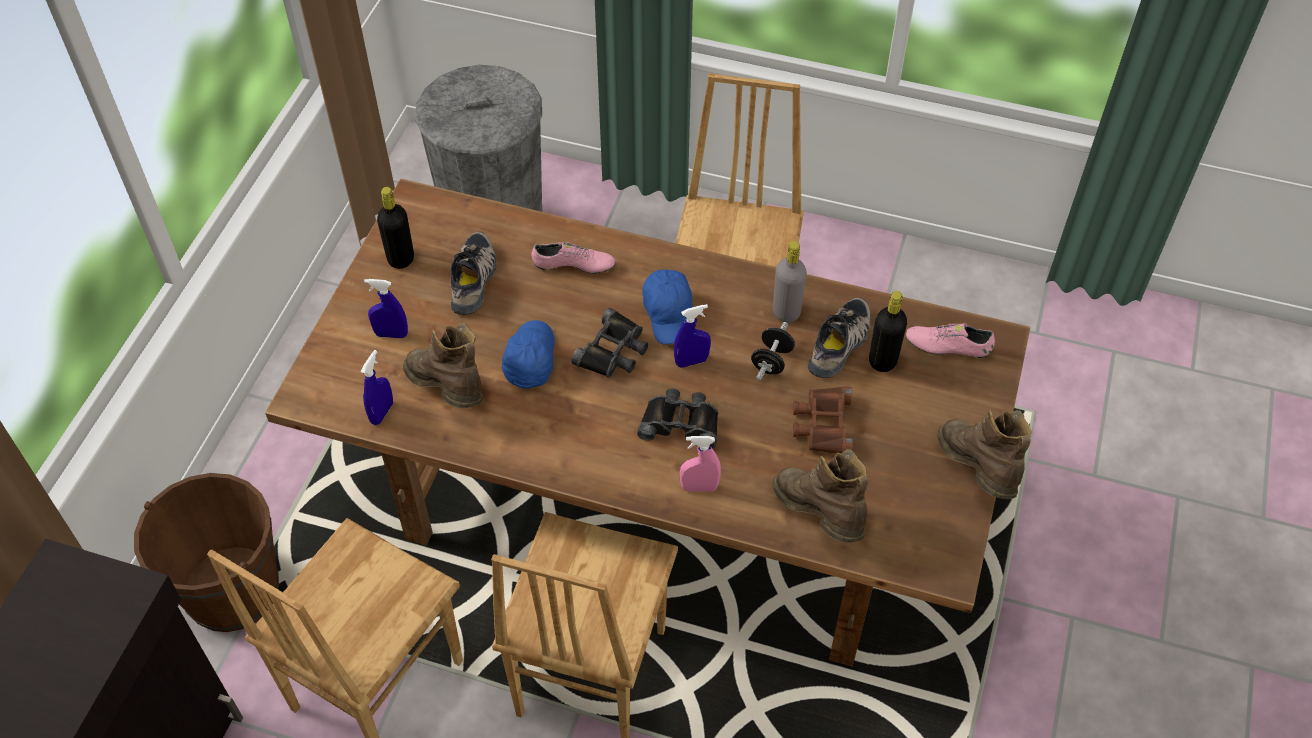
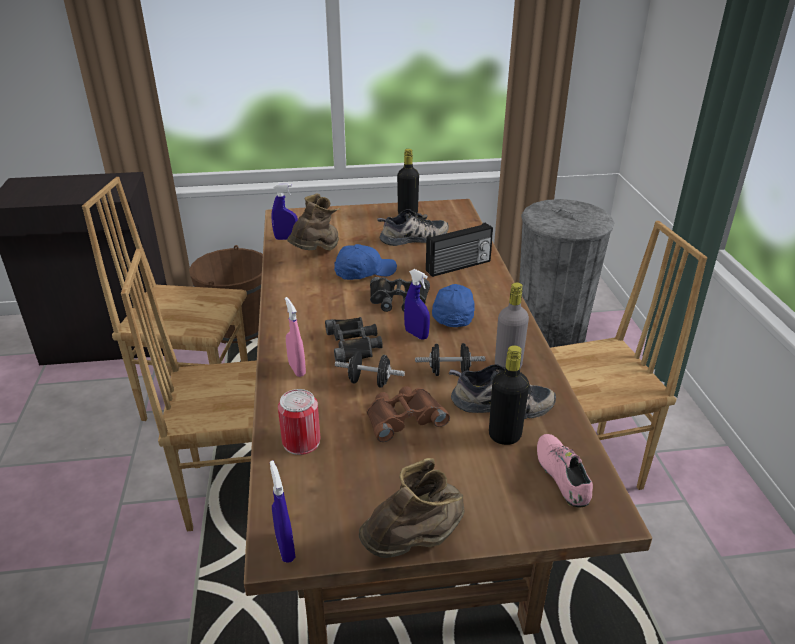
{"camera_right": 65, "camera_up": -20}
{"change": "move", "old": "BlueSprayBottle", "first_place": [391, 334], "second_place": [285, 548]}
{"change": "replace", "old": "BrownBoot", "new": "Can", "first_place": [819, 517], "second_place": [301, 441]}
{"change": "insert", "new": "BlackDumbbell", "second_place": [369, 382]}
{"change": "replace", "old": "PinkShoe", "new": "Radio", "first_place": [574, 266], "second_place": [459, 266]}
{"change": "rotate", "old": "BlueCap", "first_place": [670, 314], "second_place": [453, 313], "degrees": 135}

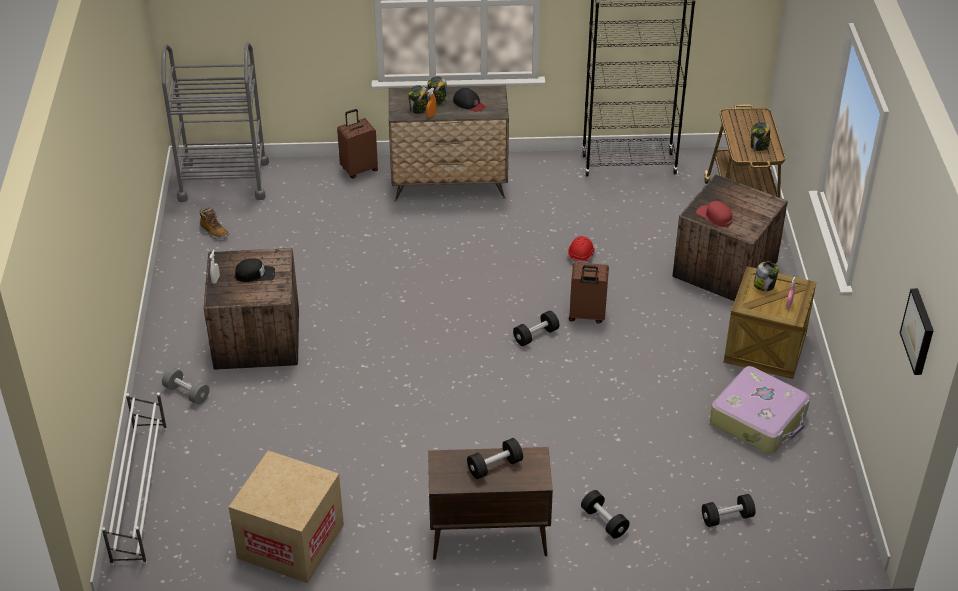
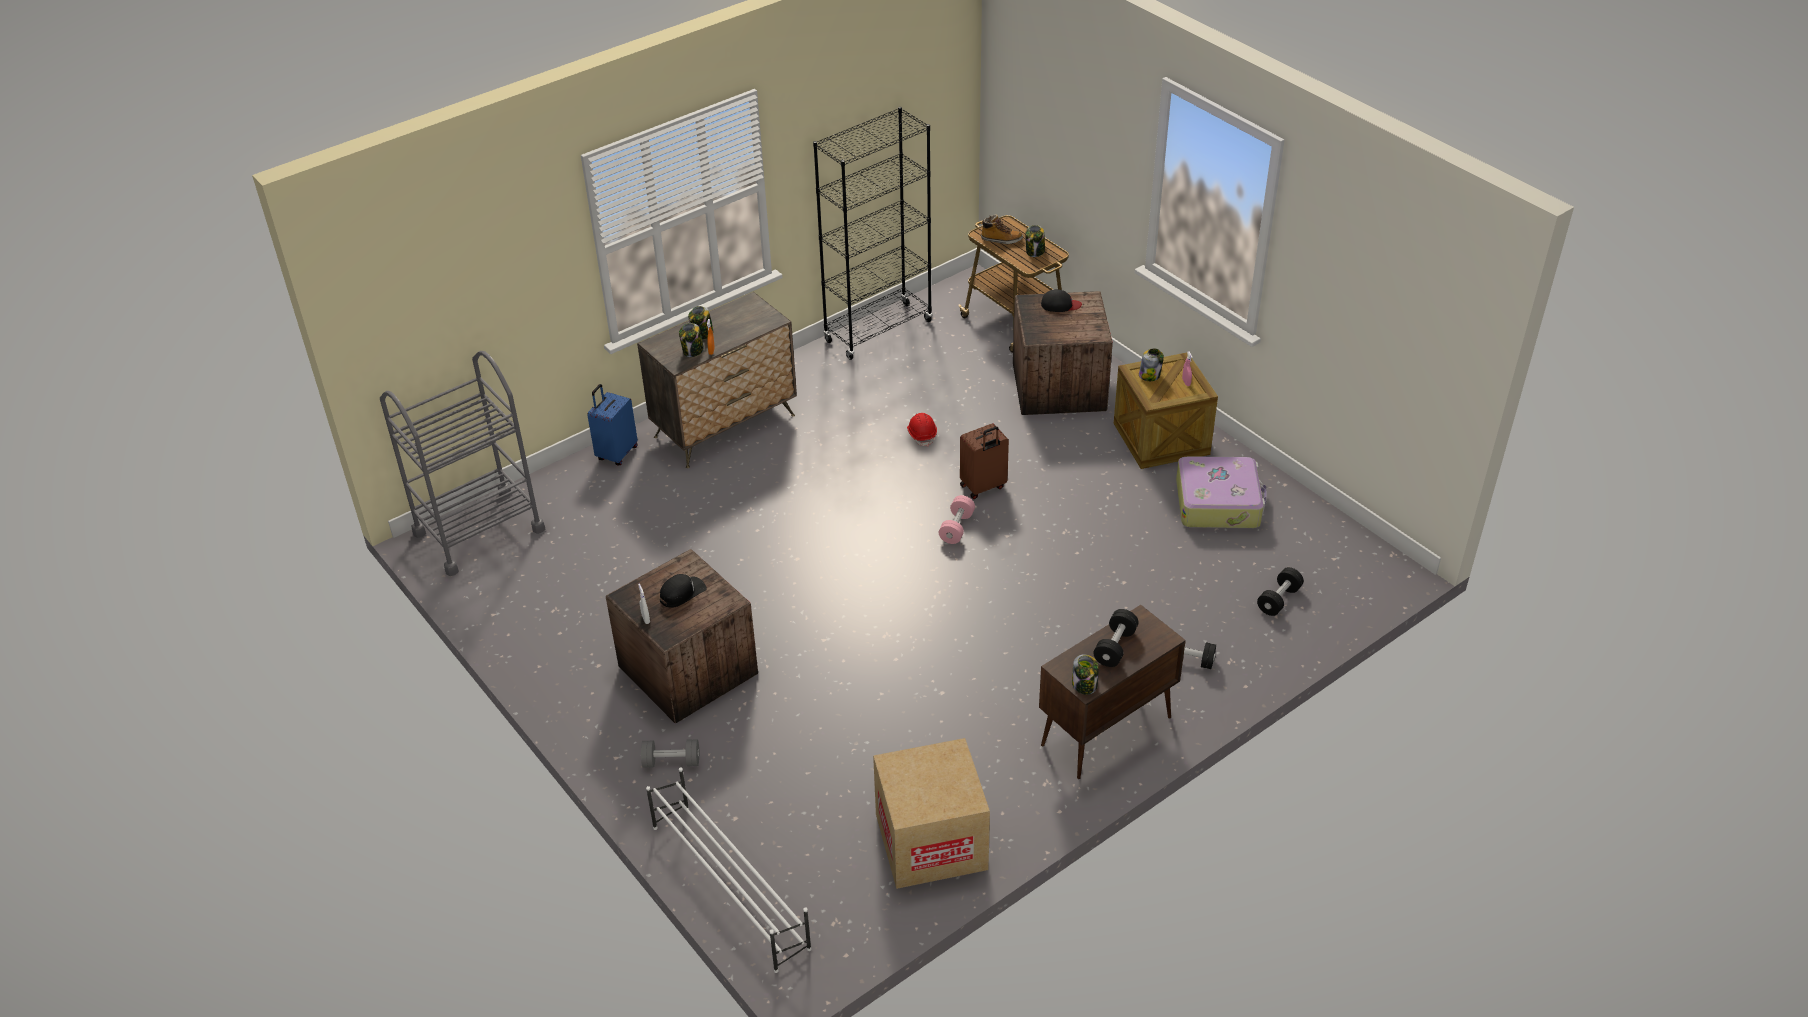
{"camera_right": -35, "camera_up": 0}
{"change": "recolor", "old": "BrownSuitcase", "new": "BlueSuitcase", "first_place": [359, 169], "second_place": [616, 453]}
{"change": "recolor", "old": "BlackDumbbell", "new": "PinkDumbbell", "first_place": [536, 335], "second_place": [956, 528]}
{"change": "move", "old": "Boot", "first_place": [214, 231], "second_place": [1001, 240]}
{"change": "move", "old": "BlackCap", "first_place": [468, 103], "second_place": [1060, 304]}
{"change": "insert", "new": "Jar", "second_place": [1085, 685]}
{"change": "delete", "old": "RedCap", "first_place": [714, 216]}
{"change": "delete", "old": "Picture", "first_place": [919, 331]}

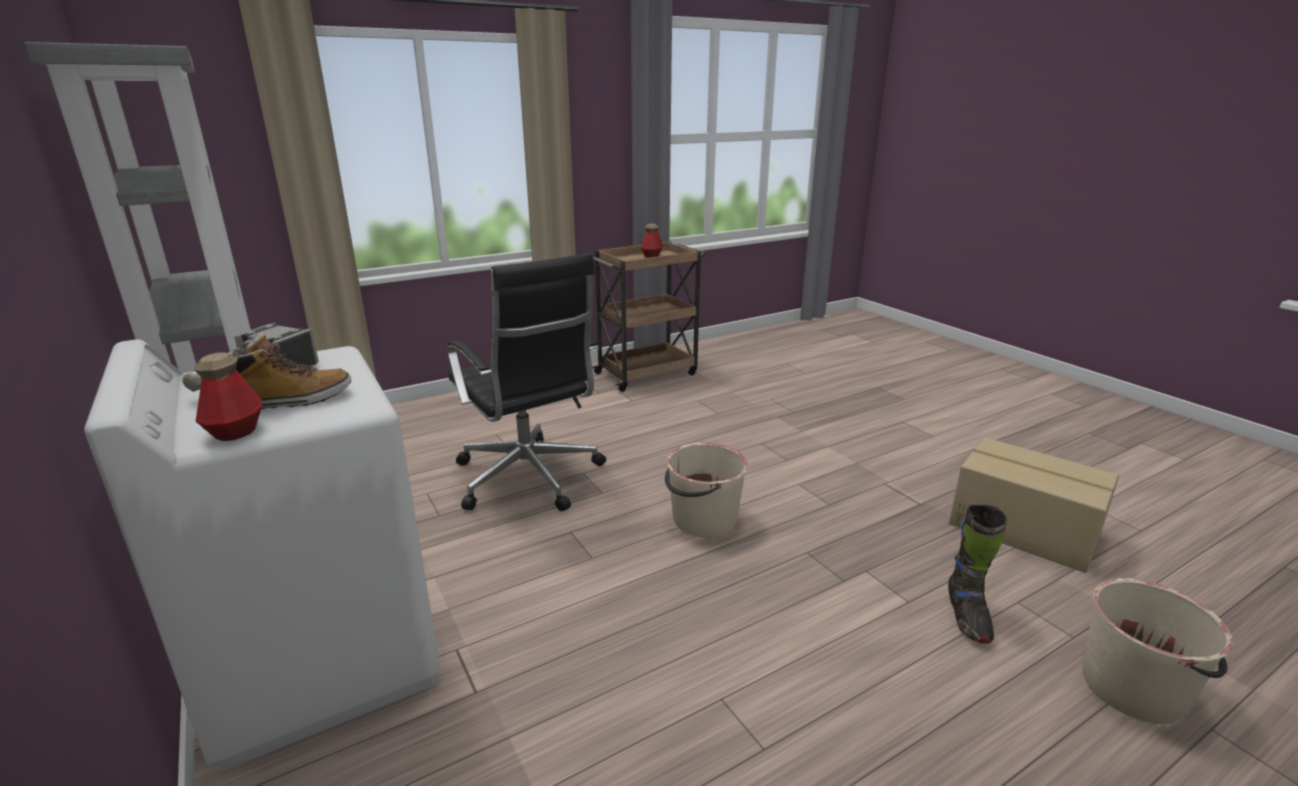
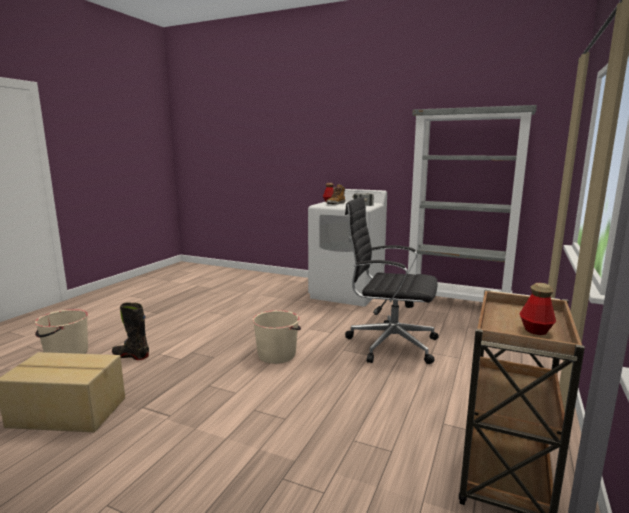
{"camera_right": 145, "camera_up": -10}
{"change": "rotate", "old": "BlackBoot", "first_place": [967, 617], "second_place": [131, 356], "degrees": -45}

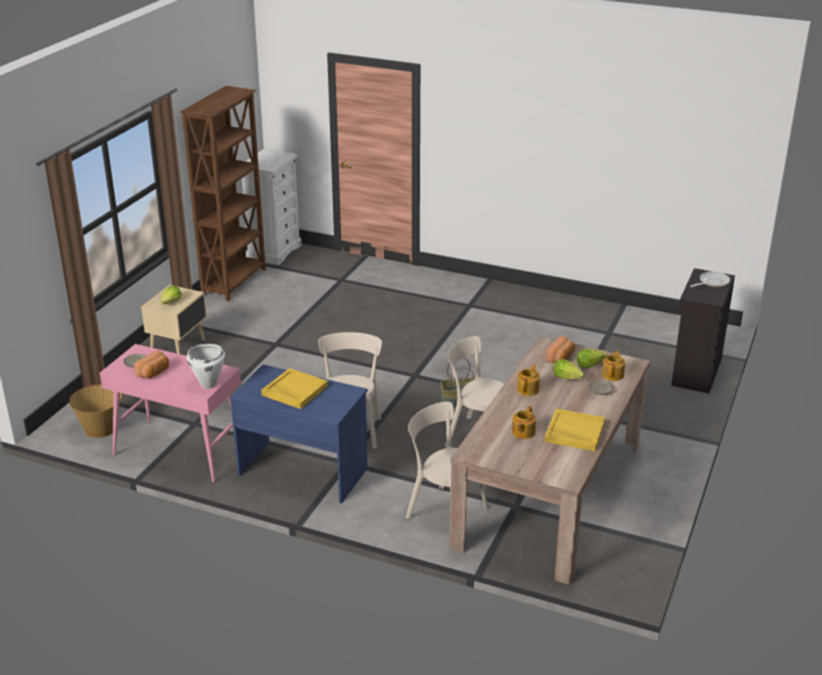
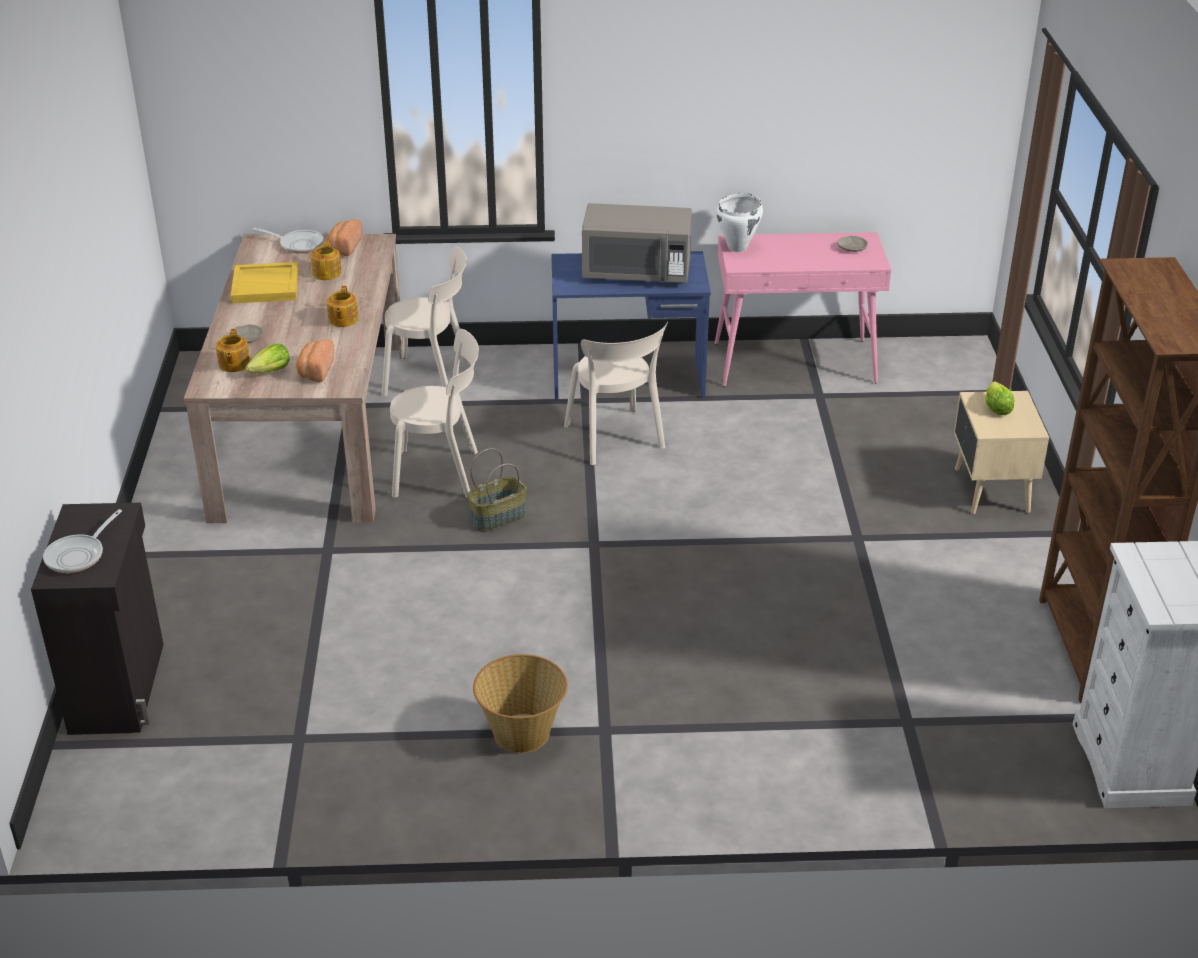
{"camera_right": 155, "camera_up": 5}
{"change": "insert", "new": "FryingPan", "second_place": [298, 244]}
{"change": "move", "old": "Bread", "first_place": [154, 373], "second_place": [344, 247]}
{"change": "move", "old": "Basket", "first_place": [101, 428], "second_place": [522, 734]}
{"change": "replace", "old": "YellowTray", "new": "GreyMicrowave", "first_place": [294, 391], "second_place": [636, 272]}
{"change": "delete", "old": "Lettuce", "first_place": [567, 377]}

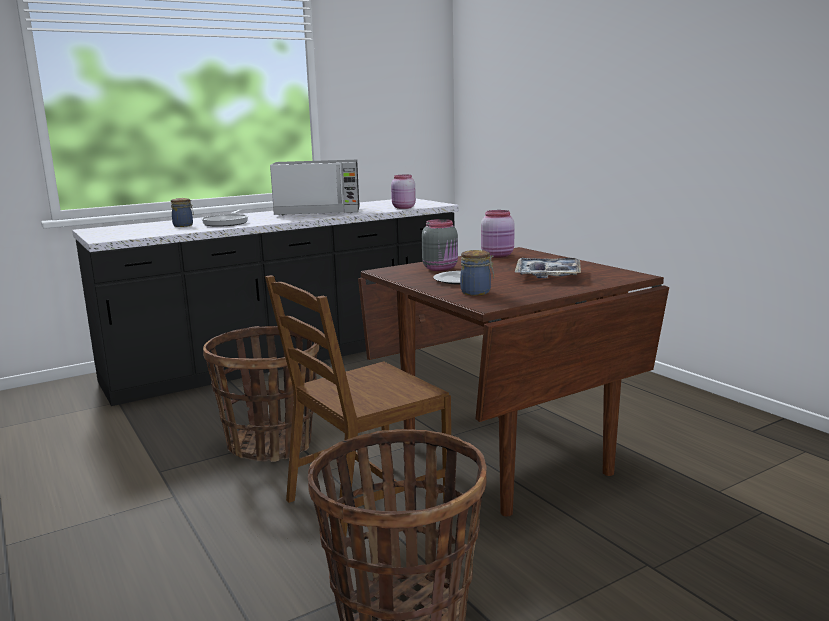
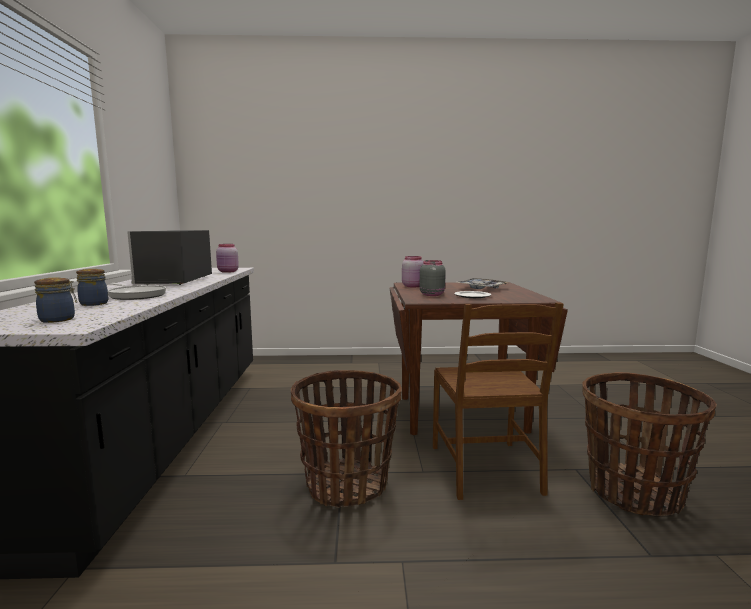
{"camera_right": -60, "camera_up": -5}
{"change": "move", "old": "Jar", "first_place": [477, 292], "second_place": [59, 319]}
{"change": "rotate", "old": "Microwave", "first_place": [318, 212], "second_place": [175, 280], "degrees": 150}

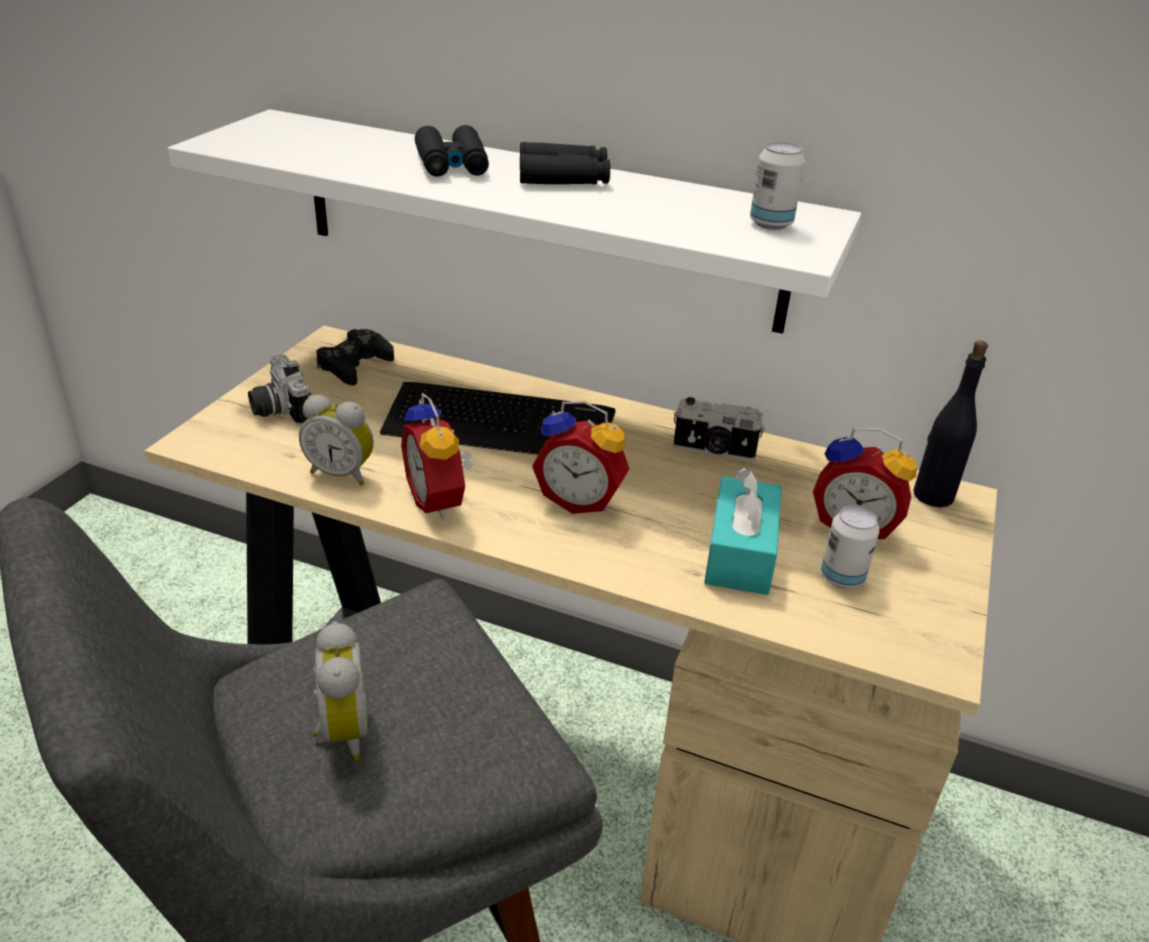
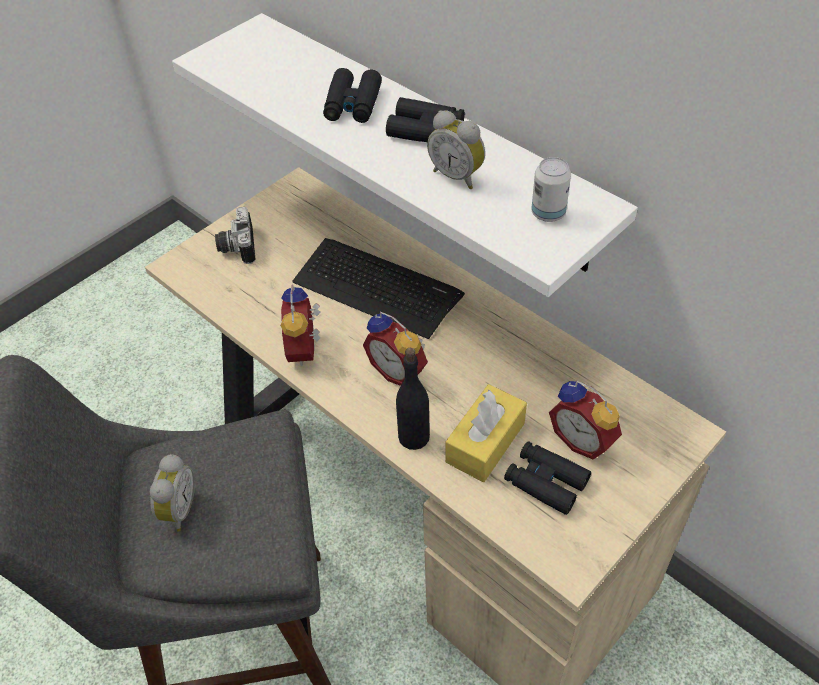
{"camera_right": 25, "camera_up": 15}
{"change": "move", "old": "BlackBottle", "first_place": [932, 495], "second_place": [414, 436]}
{"change": "move", "old": "AlarmClock", "first_place": [342, 473], "second_place": [457, 176]}
{"change": "recolor", "old": "TurquoiseTissueBox", "new": "YellowTissueBox", "first_place": [740, 553], "second_place": [485, 442]}
{"change": "replace", "old": "Can", "new": "BlackBinoculars", "first_place": [842, 578], "second_place": [545, 482]}
{"change": "delete", "old": "BlackGameController", "first_place": [355, 365]}
{"change": "delete", "old": "PhotoCamera", "first_place": [714, 451]}

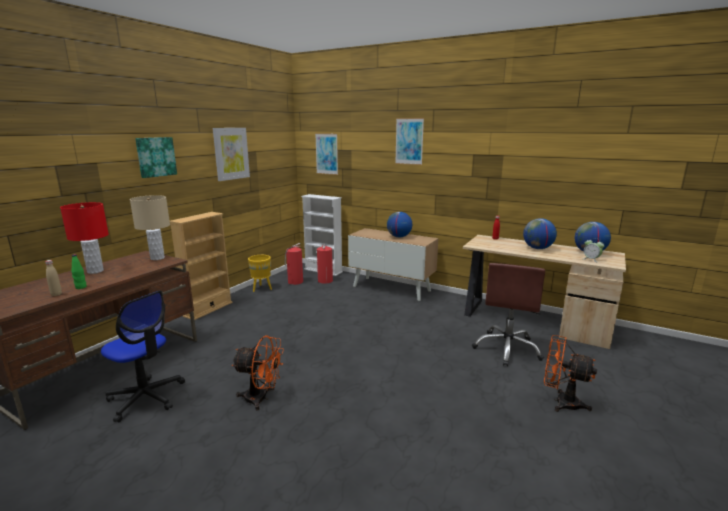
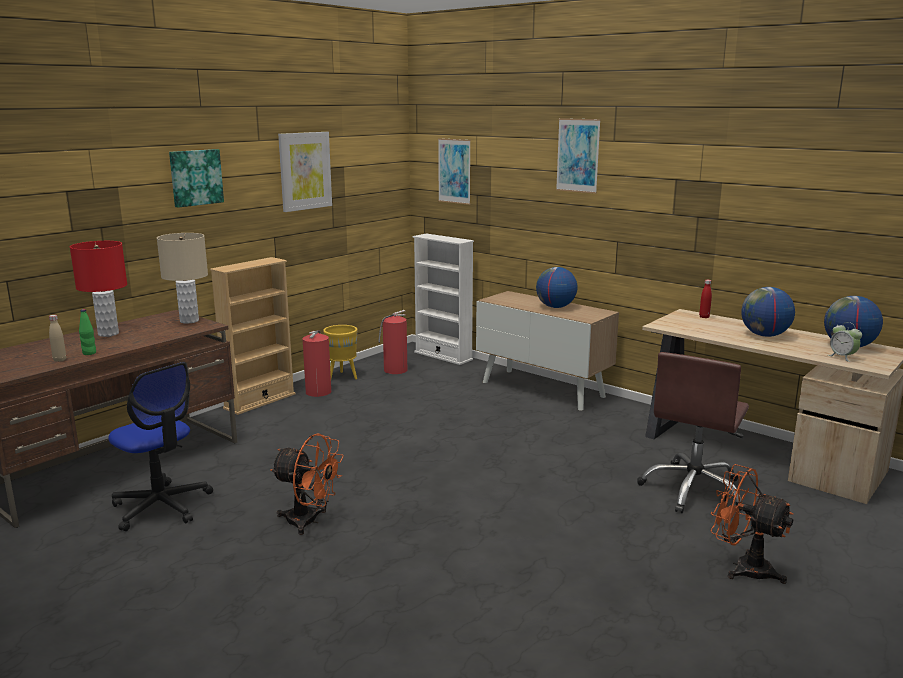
{"camera_right": 10, "camera_up": 0}
{"change": "move", "old": "FireExtinguisher", "first_place": [325, 280], "second_place": [319, 391]}

